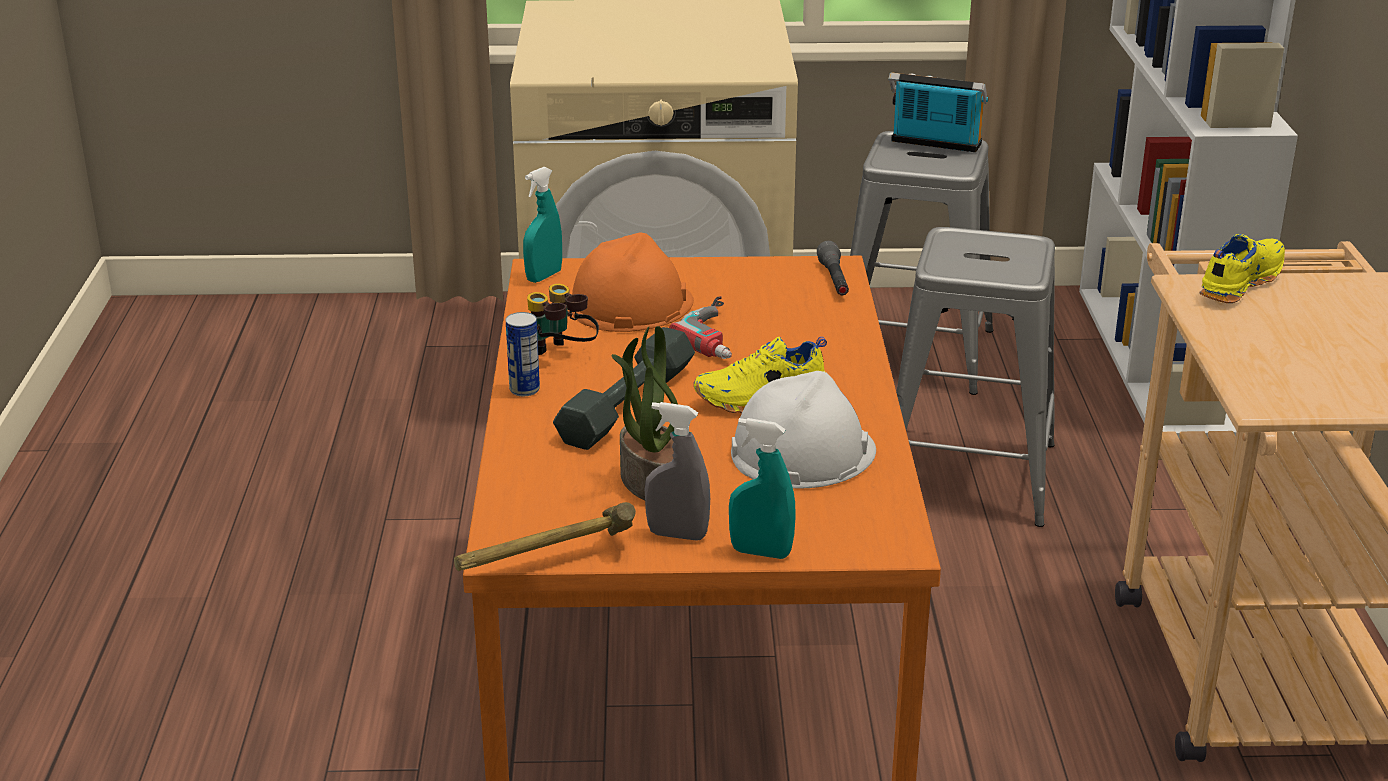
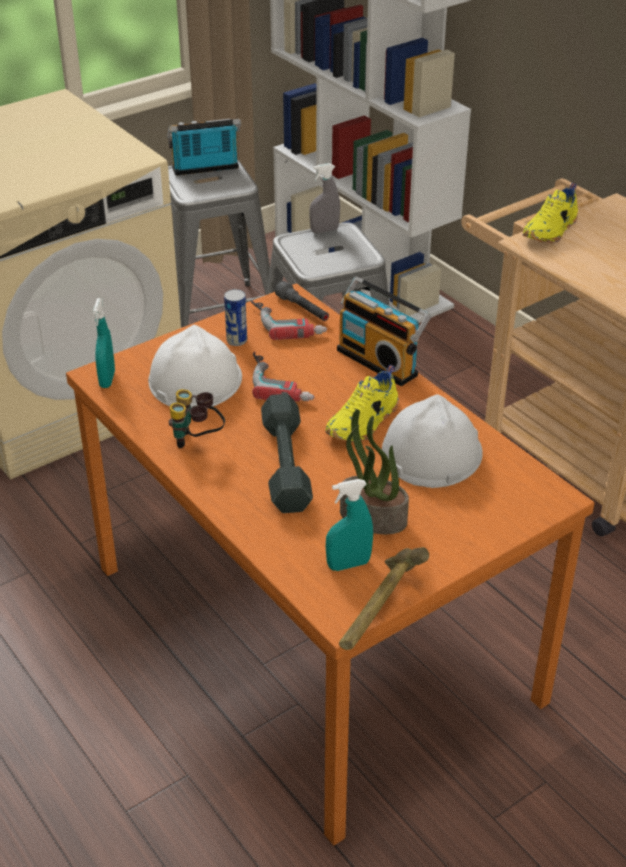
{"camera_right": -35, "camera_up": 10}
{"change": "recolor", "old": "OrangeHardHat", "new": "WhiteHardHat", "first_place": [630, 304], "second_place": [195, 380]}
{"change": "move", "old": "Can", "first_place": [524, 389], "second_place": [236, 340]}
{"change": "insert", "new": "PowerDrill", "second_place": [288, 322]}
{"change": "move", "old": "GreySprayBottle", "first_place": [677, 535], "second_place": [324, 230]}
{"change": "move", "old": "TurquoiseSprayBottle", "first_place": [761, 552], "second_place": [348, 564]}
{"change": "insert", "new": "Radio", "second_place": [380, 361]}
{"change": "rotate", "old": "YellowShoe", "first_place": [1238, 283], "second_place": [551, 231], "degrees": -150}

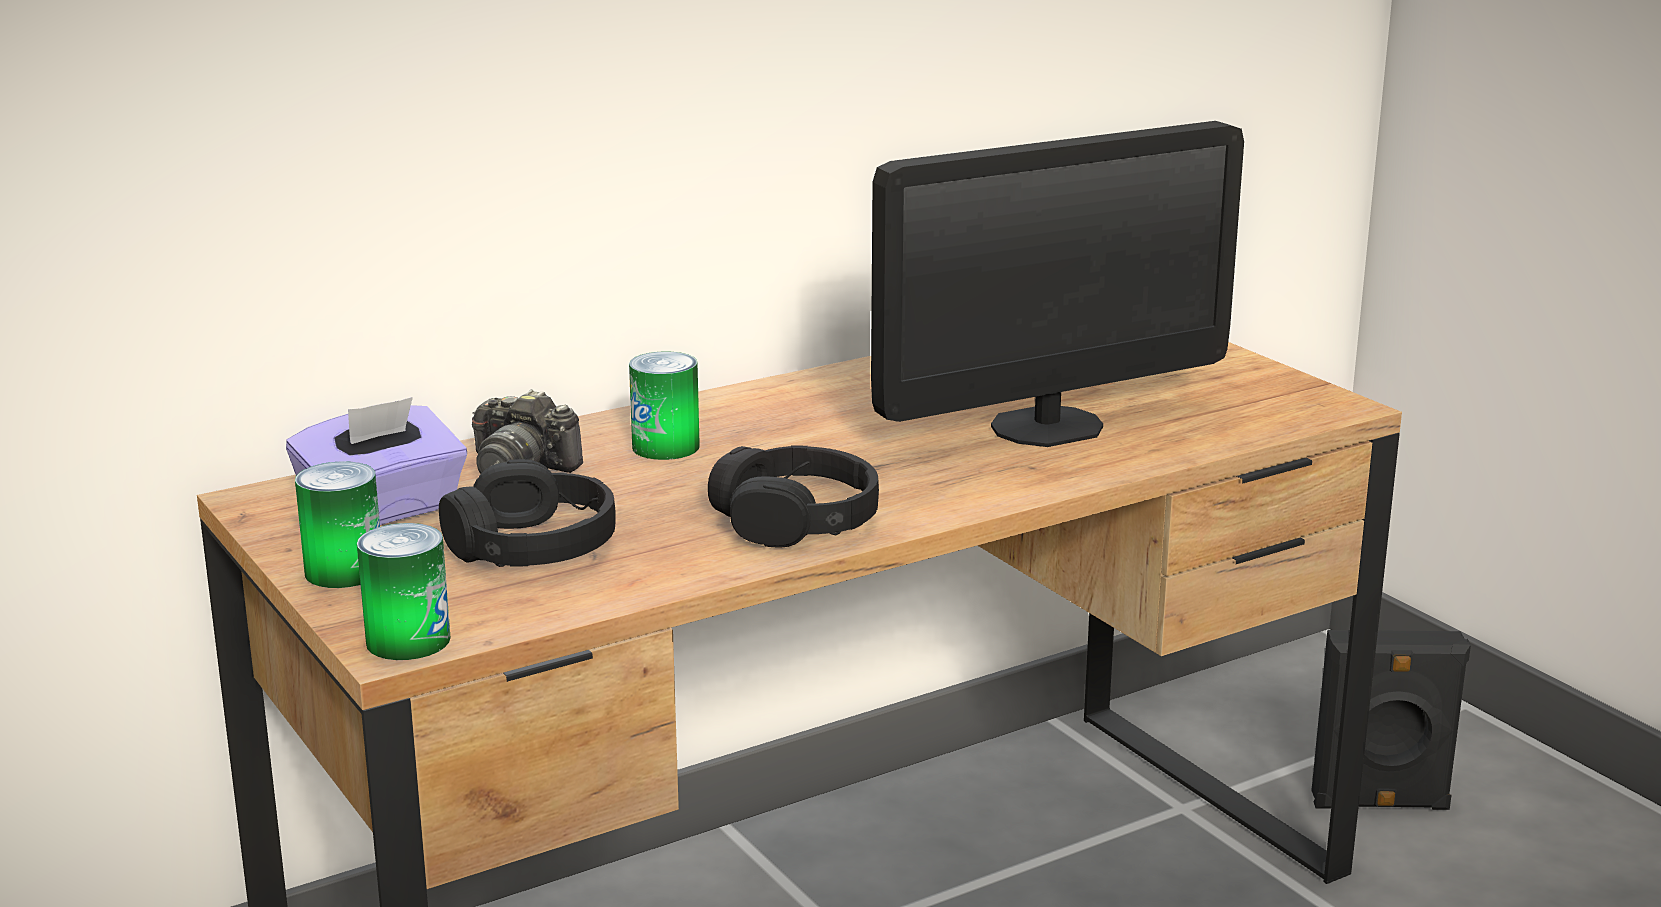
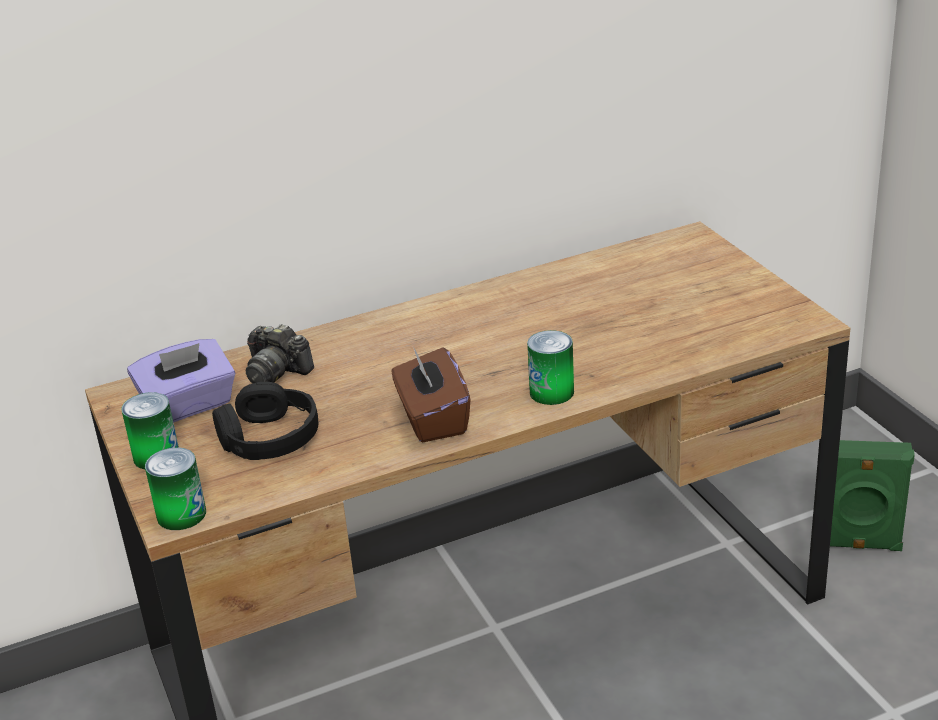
{"camera_right": 10, "camera_up": 10}
{"change": "replace", "old": "BlackHeadphones", "new": "BrownTissueBox", "first_place": [796, 520], "second_place": [432, 419]}
{"change": "move", "old": "Can", "first_place": [665, 447], "second_place": [551, 392]}
{"change": "recolor", "old": "BlackSpeaker", "new": "GreenSpeaker", "first_place": [1380, 803], "second_place": [857, 544]}
{"change": "delete", "old": "Monitor", "first_place": [1047, 426]}

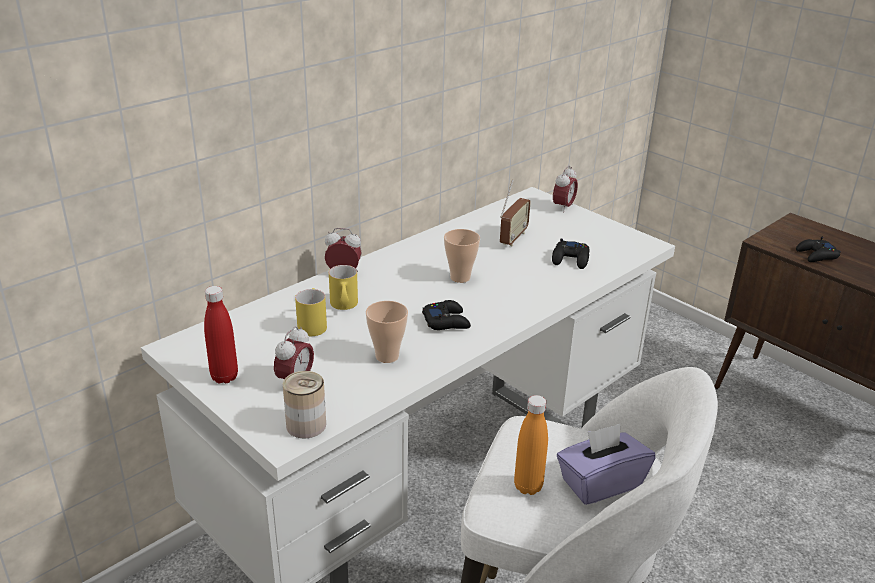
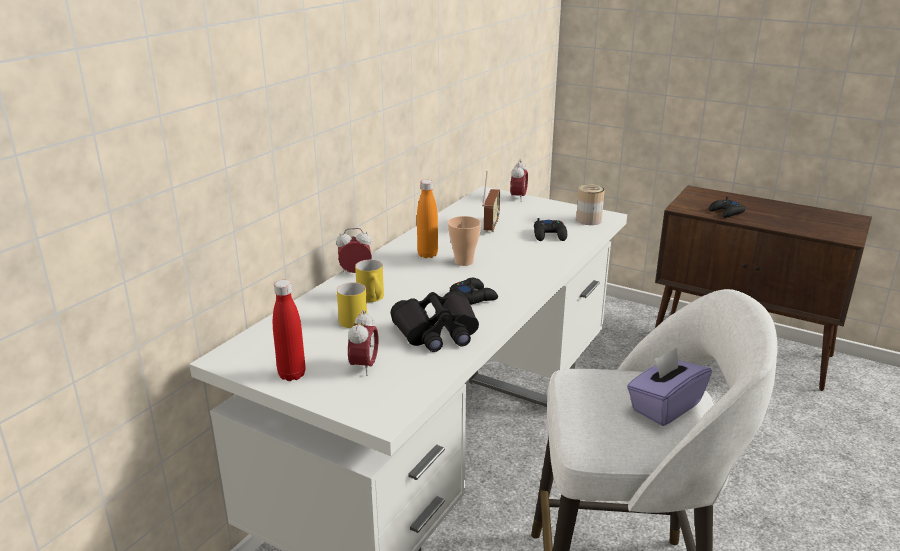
{"camera_right": -15, "camera_up": -5}
{"change": "replace", "old": "Cup", "new": "BlackBinoculars", "first_place": [387, 356], "second_place": [437, 332]}
{"change": "move", "old": "OrangeBottle", "first_place": [528, 486], "second_place": [427, 254]}
{"change": "move", "old": "Can", "first_place": [306, 425], "second_place": [588, 220]}

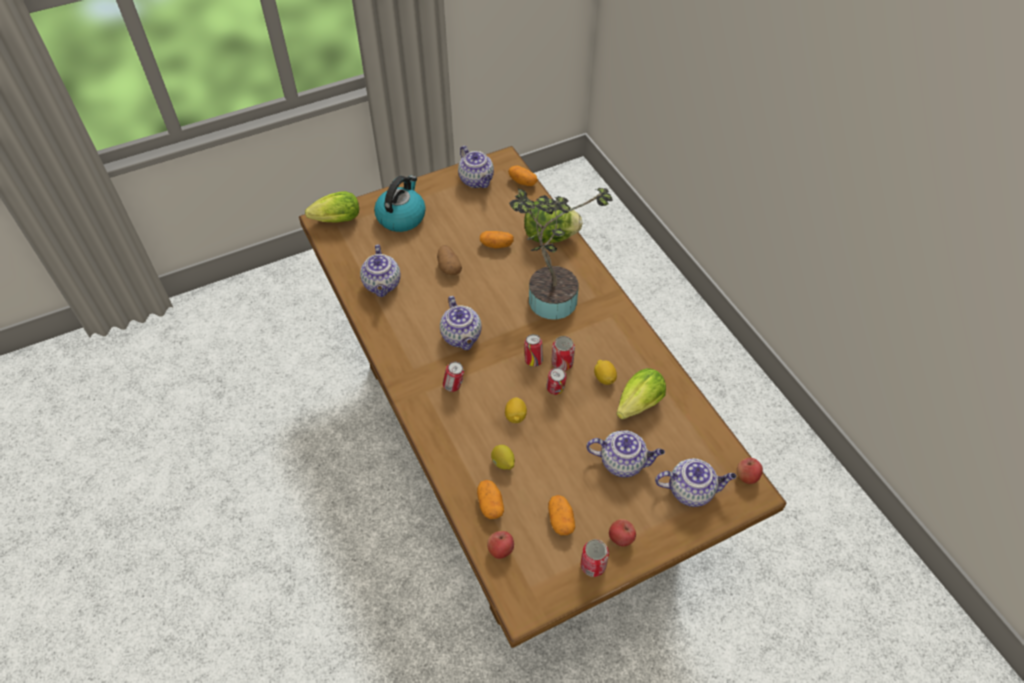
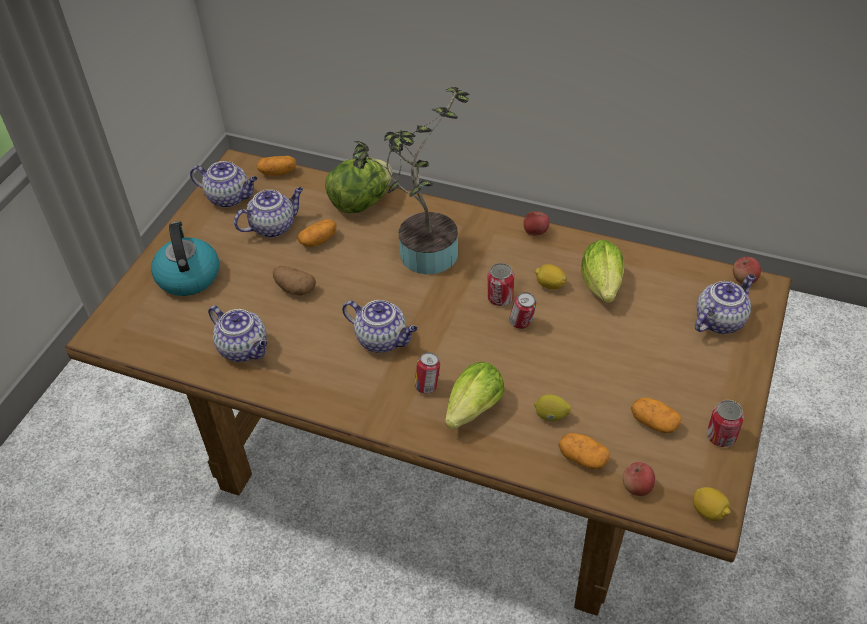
{"camera_right": -40, "camera_up": -5}
{"change": "move", "old": "Teapot", "first_place": [623, 462], "second_place": [274, 226]}
{"change": "move", "old": "Lettuce", "first_place": [334, 221], "second_place": [471, 412]}
{"change": "move", "old": "Apple", "first_place": [621, 538], "second_place": [535, 232]}
{"change": "move", "old": "Lemon", "first_place": [515, 416], "second_place": [708, 511]}
{"change": "delete", "old": "Can", "first_place": [533, 360]}

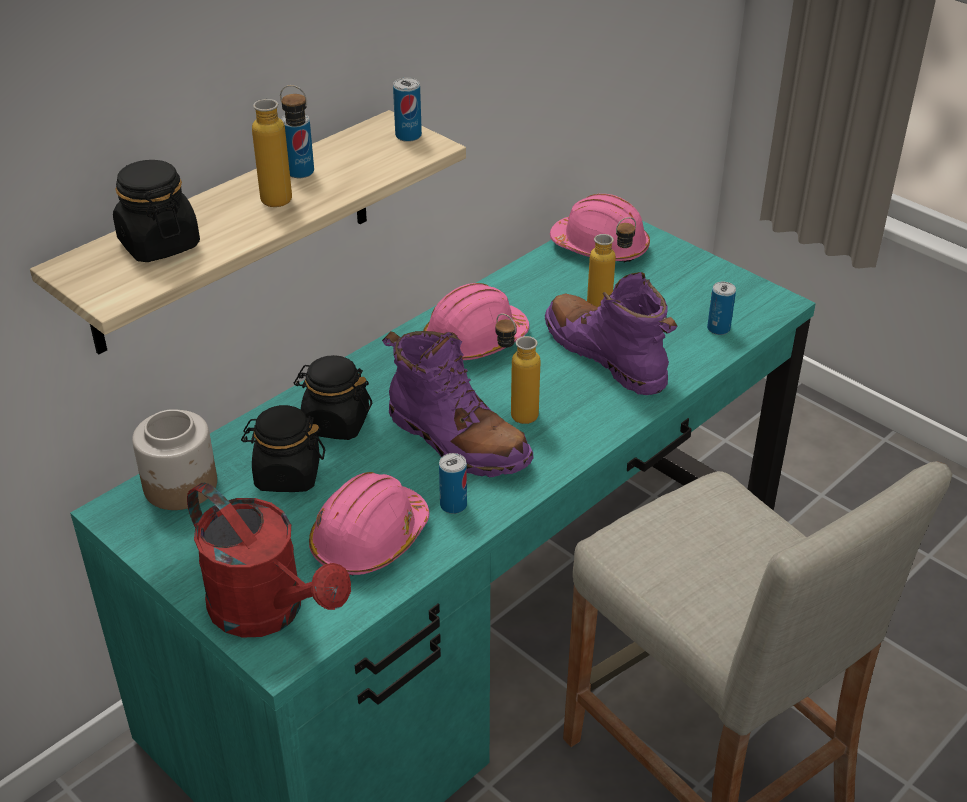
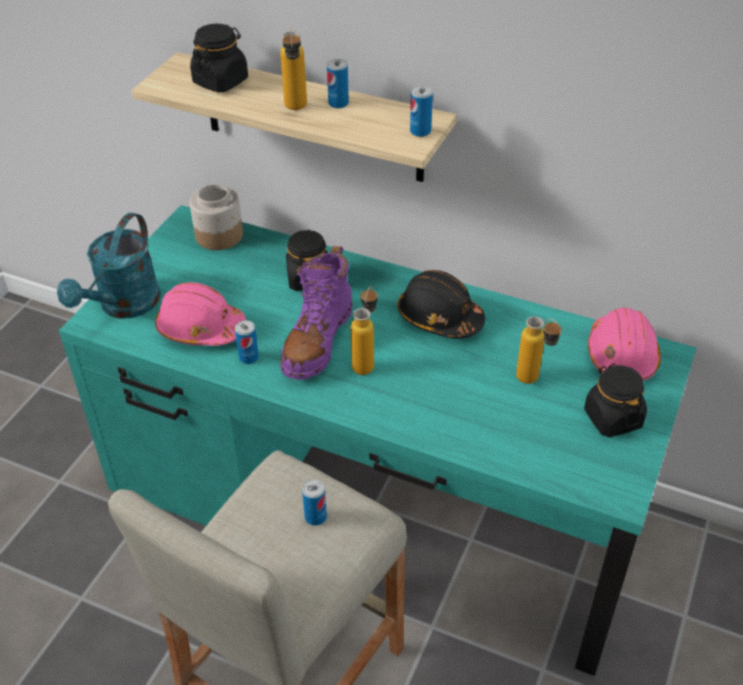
{"camera_right": 70, "camera_up": 5}
{"change": "recolor", "old": "RedWateringCan", "new": "TurquoiseWateringCan", "first_place": [269, 611], "second_place": [124, 306]}
{"change": "move", "old": "Can", "first_place": [718, 329], "second_place": [315, 517]}
{"change": "recolor", "old": "PinkHardHat", "new": "BlackHardHat", "first_place": [475, 341], "second_place": [439, 318]}
{"change": "move", "old": "BlackJar", "first_place": [287, 475], "second_place": [612, 418]}
{"change": "delete", "old": "PurpleBoot", "first_place": [606, 356]}

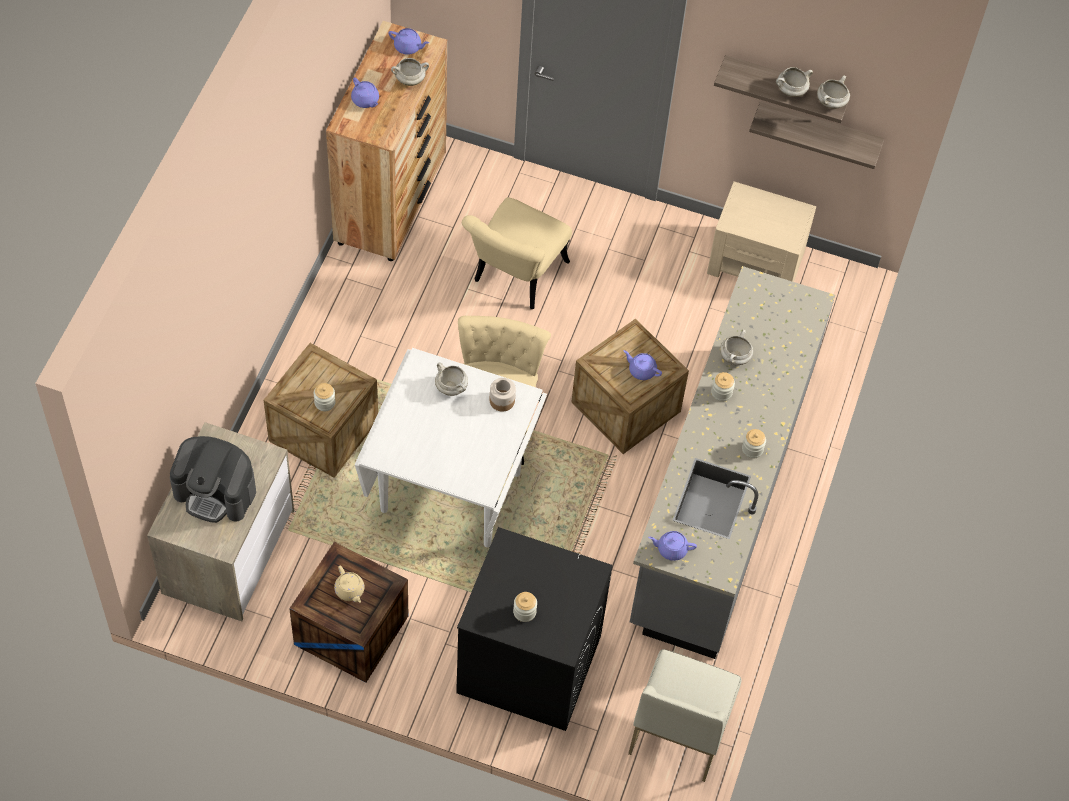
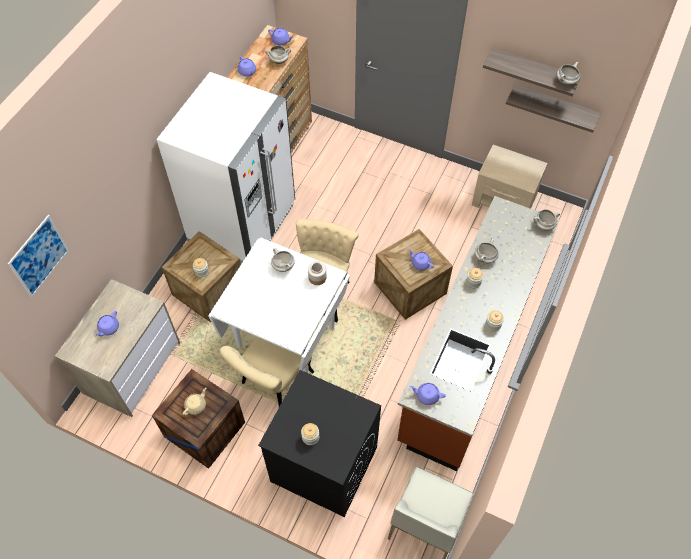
{"camera_right": 10, "camera_up": 0}
{"change": "insert", "new": "Picture", "second_place": [39, 256]}
{"change": "replace", "old": "CoffeeMachine", "new": "PurpleTeapot", "first_place": [216, 492], "second_place": [108, 328]}
{"change": "insert", "new": "WhiteFridge", "second_place": [243, 223]}
{"change": "rotate", "old": "BeigeTeapot", "first_place": [350, 591], "second_place": [196, 405], "degrees": -120}
{"change": "move", "old": "BeigeChair", "first_place": [515, 278], "second_place": [272, 383]}
{"change": "recolor", "old": "GreyCounter", "new": "BrownCounter", "first_place": [720, 496], "second_place": [469, 353]}
{"change": "move", "old": "WhiteCookingPot", "first_place": [791, 91], "second_place": [543, 225]}

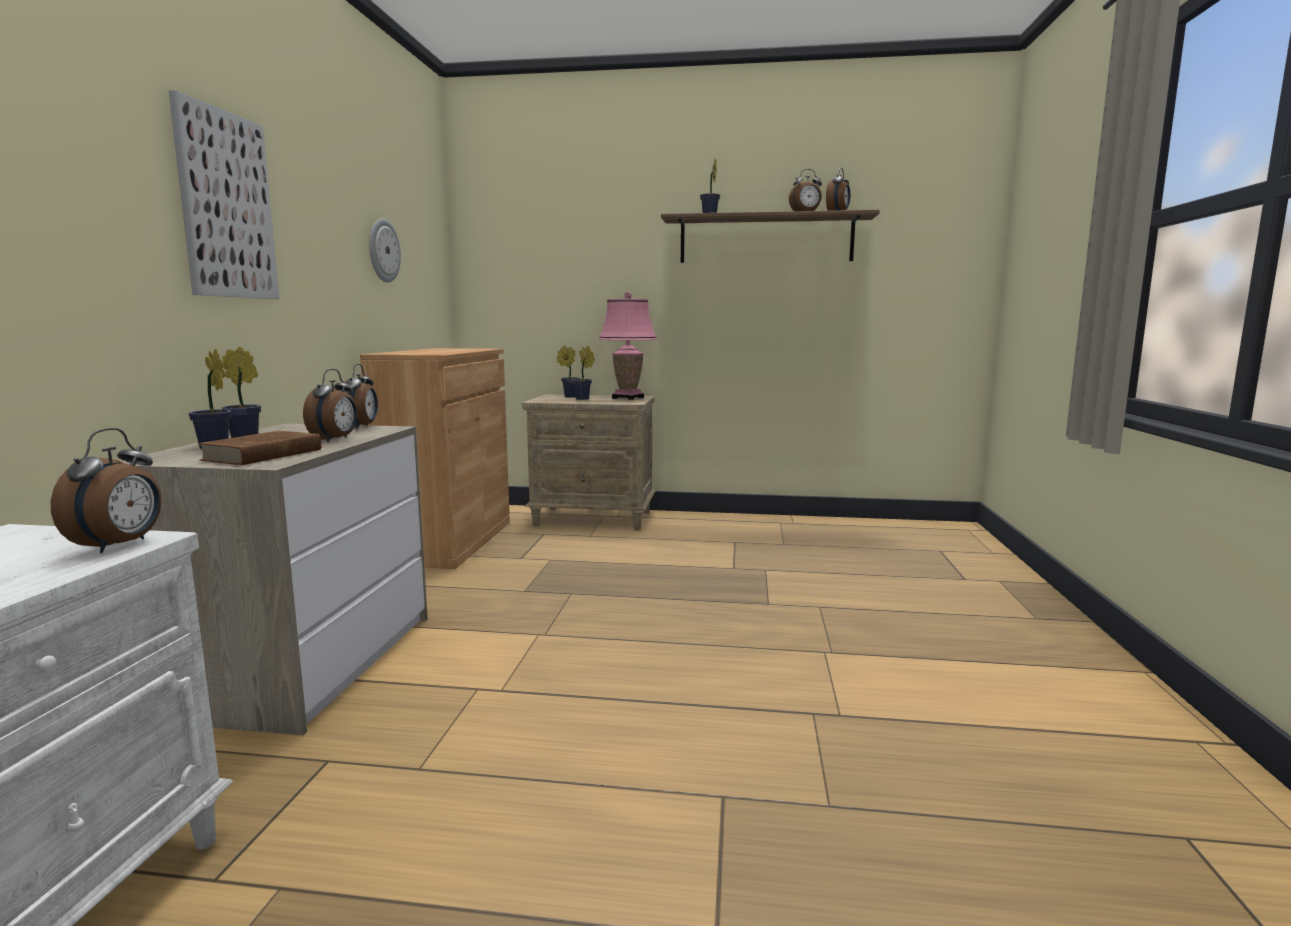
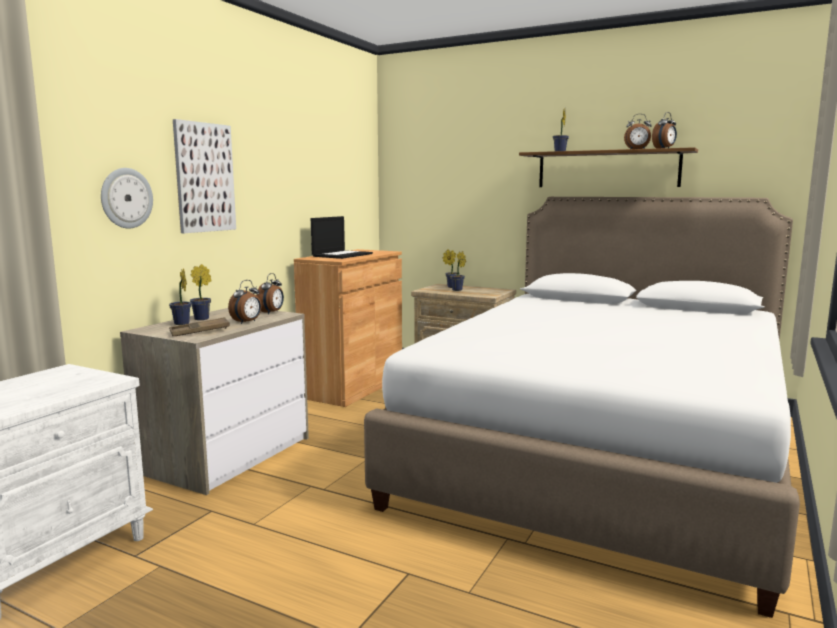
{"camera_right": 20, "camera_up": 0}
{"change": "move", "old": "WallClock", "first_place": [383, 250], "second_place": [126, 198]}
{"change": "replace", "old": "BrownBook", "new": "BrownTray", "first_place": [264, 455], "second_place": [200, 331]}
{"change": "insert", "new": "Laptop", "second_place": [342, 255]}
{"change": "insert", "new": "WhiteBed", "second_place": [603, 454]}
{"change": "delete", "old": "AlarmClock", "first_place": [120, 545]}
{"change": "delete", "old": "PinkTableLamp", "first_place": [628, 398]}

